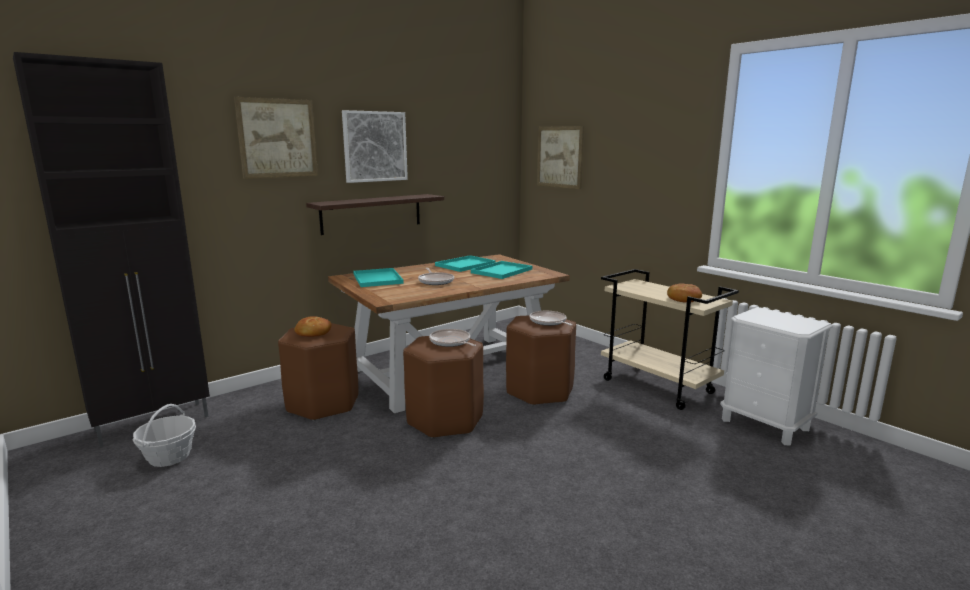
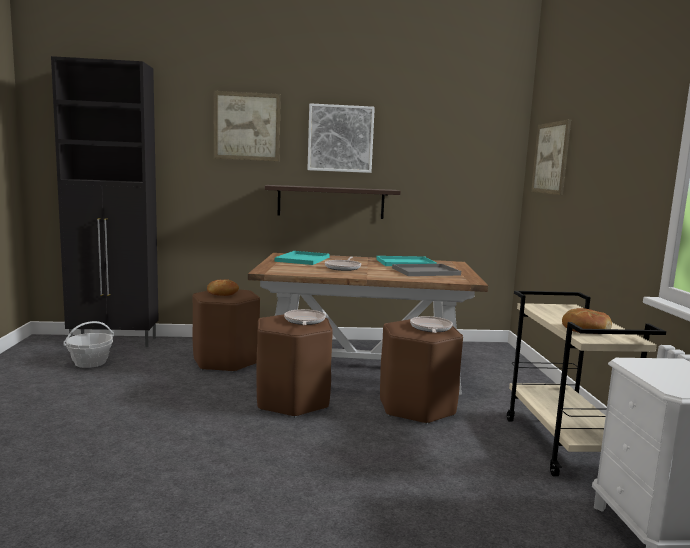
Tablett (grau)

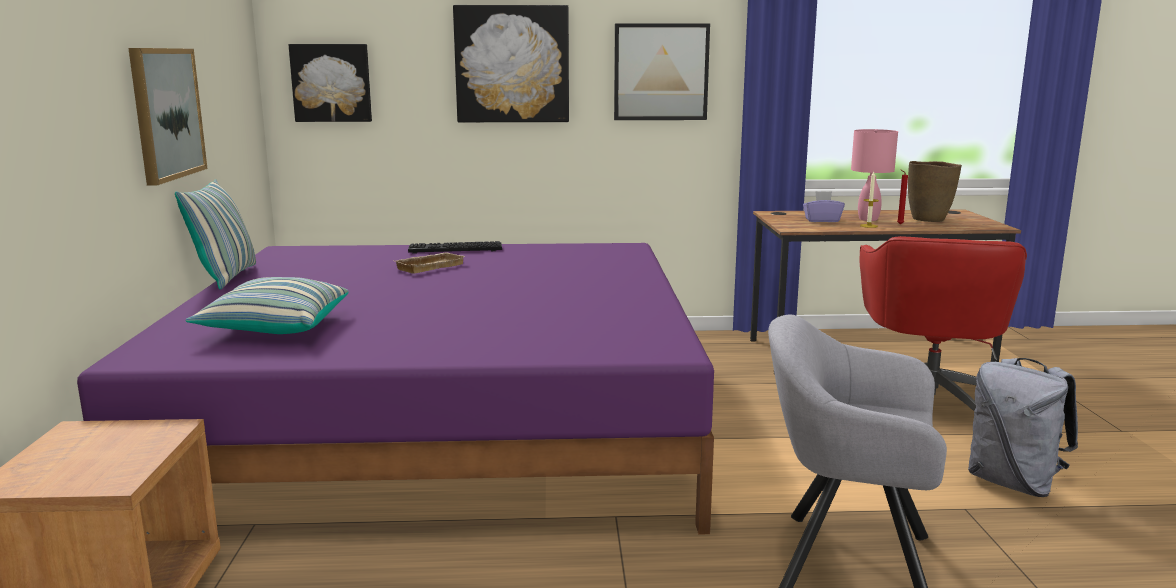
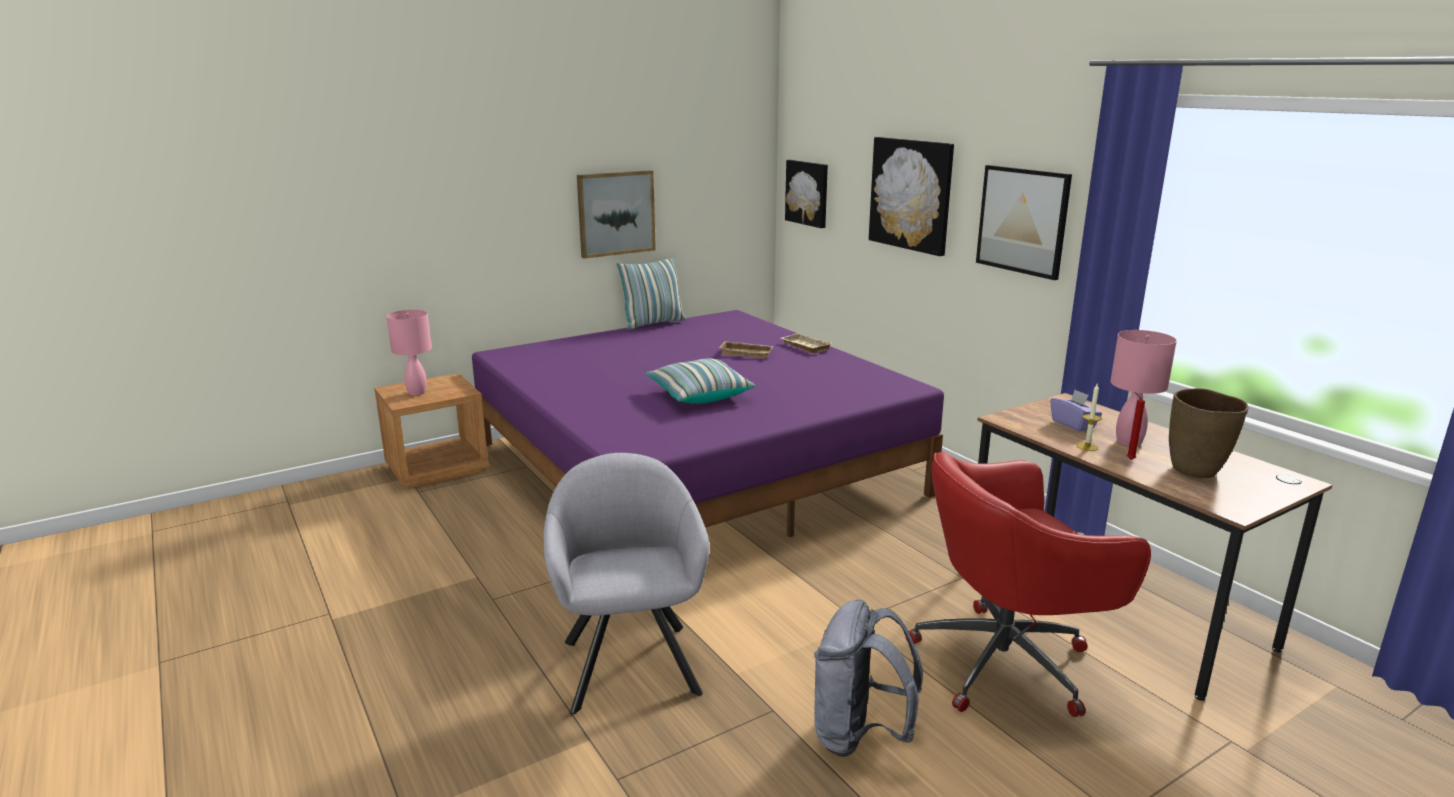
Tischlampe (rosa) (1st from left); Kissen (2nd from left); Tablett (beige) (2nd from left)

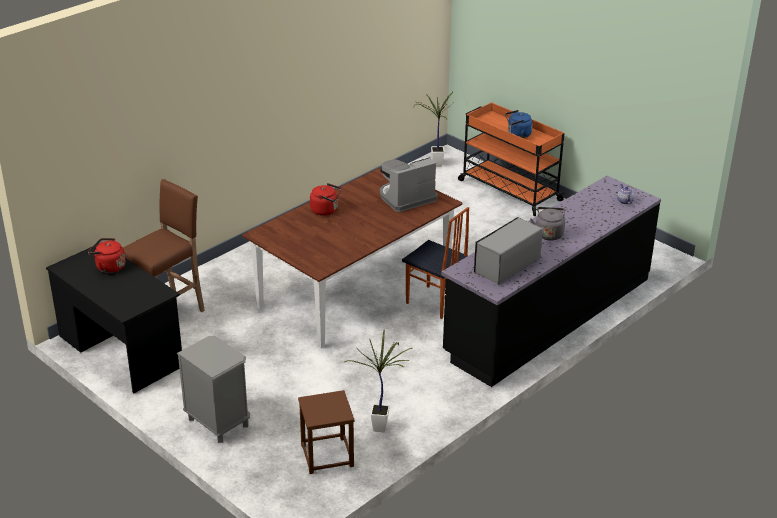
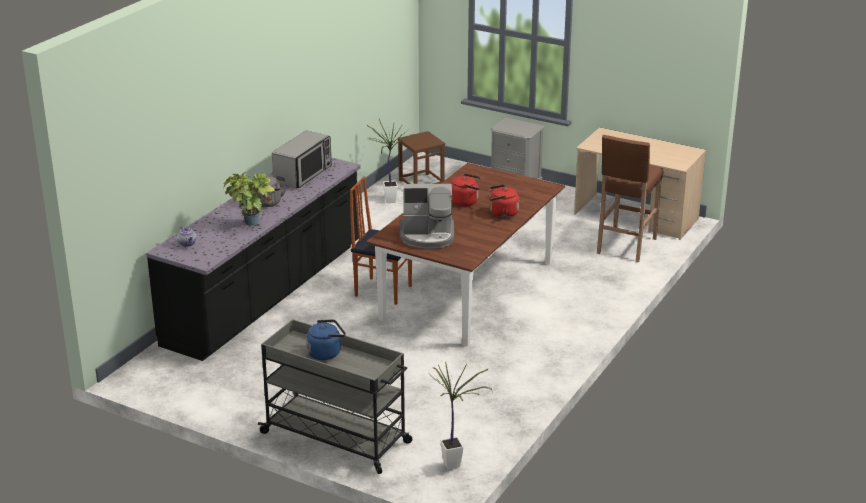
Topfpflanze (1st from left); Rollwagen (grau); Kaffeemaschine; Wasserkessel (rot) (1st from left); Schreibtisch (beige)

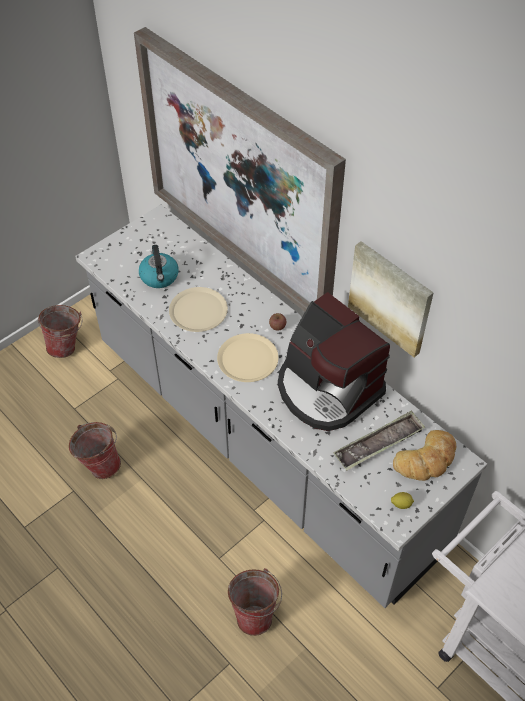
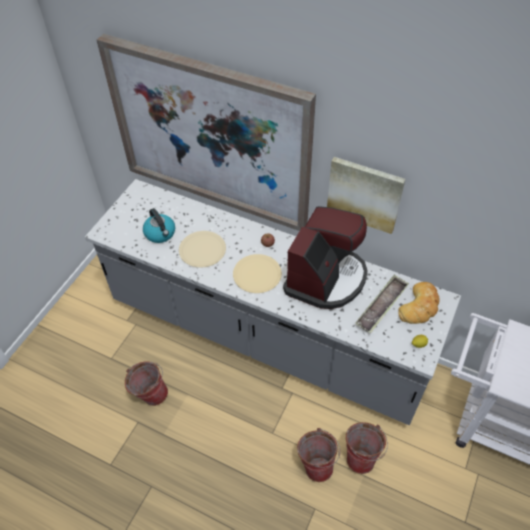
Kaffeemaschine; Eimer (3rd from left)

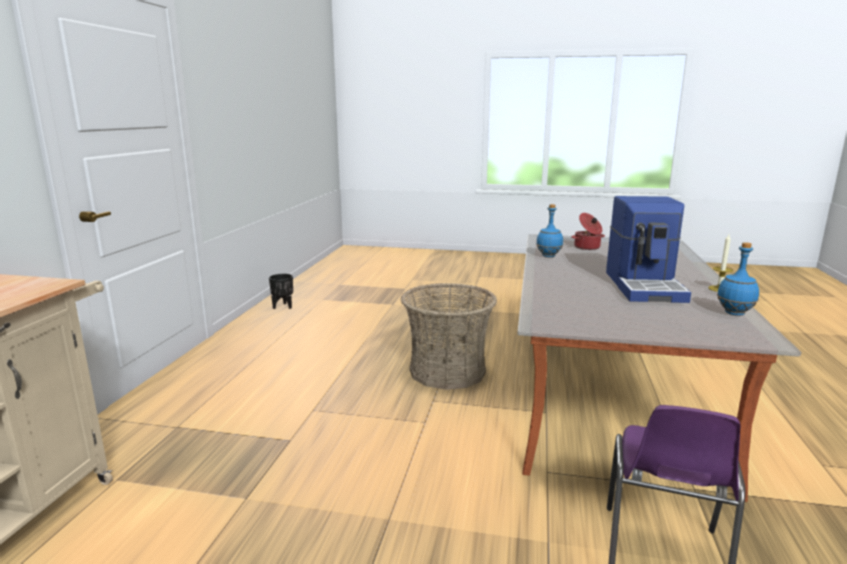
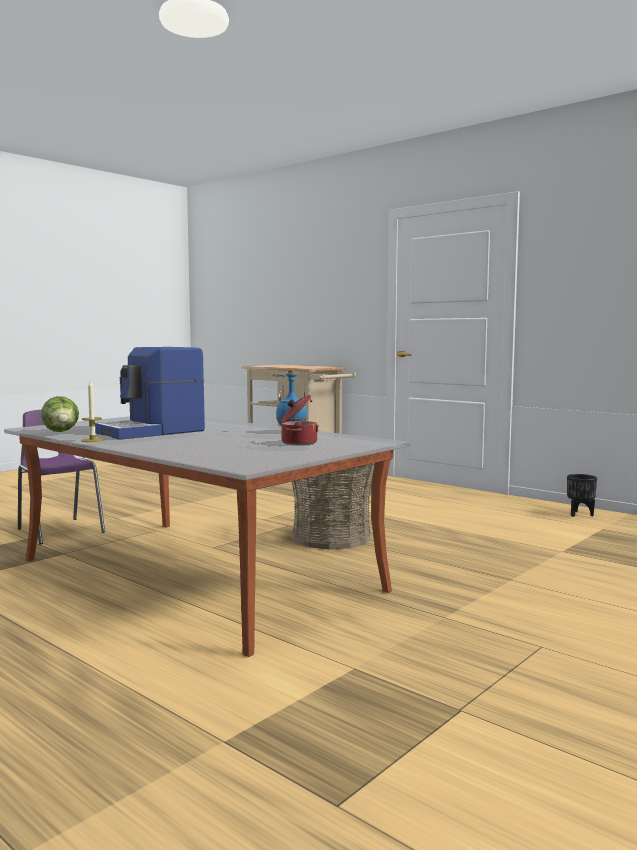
Salatkopf; Kaffeemaschine

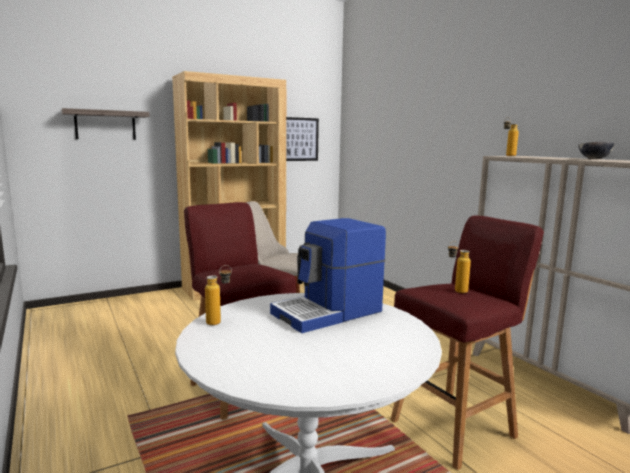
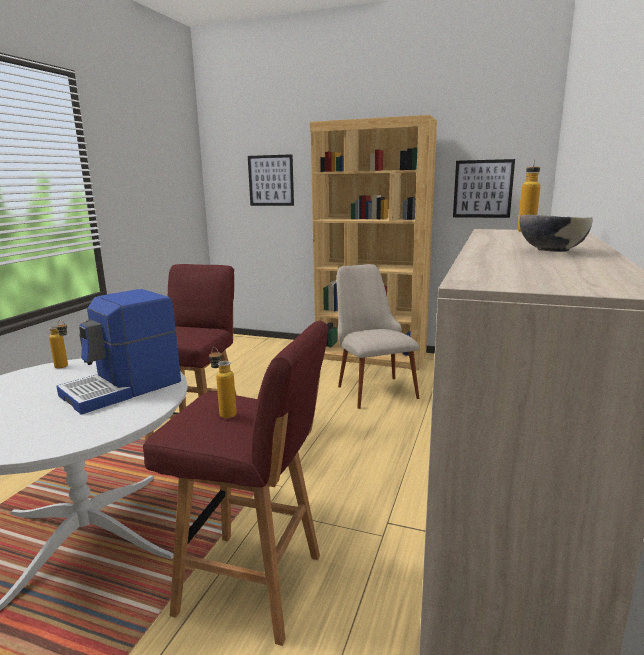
Kaffeemaschine; Bild (1st from left)

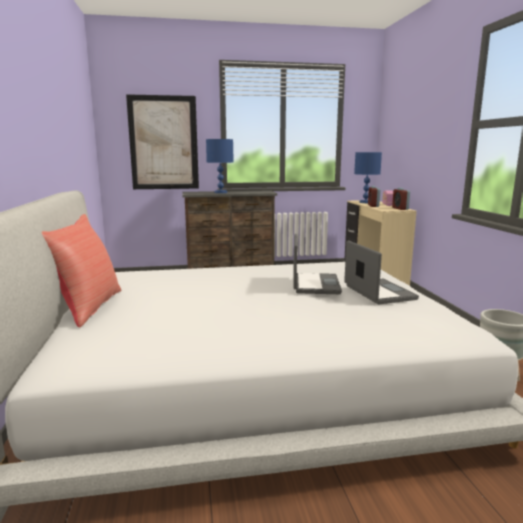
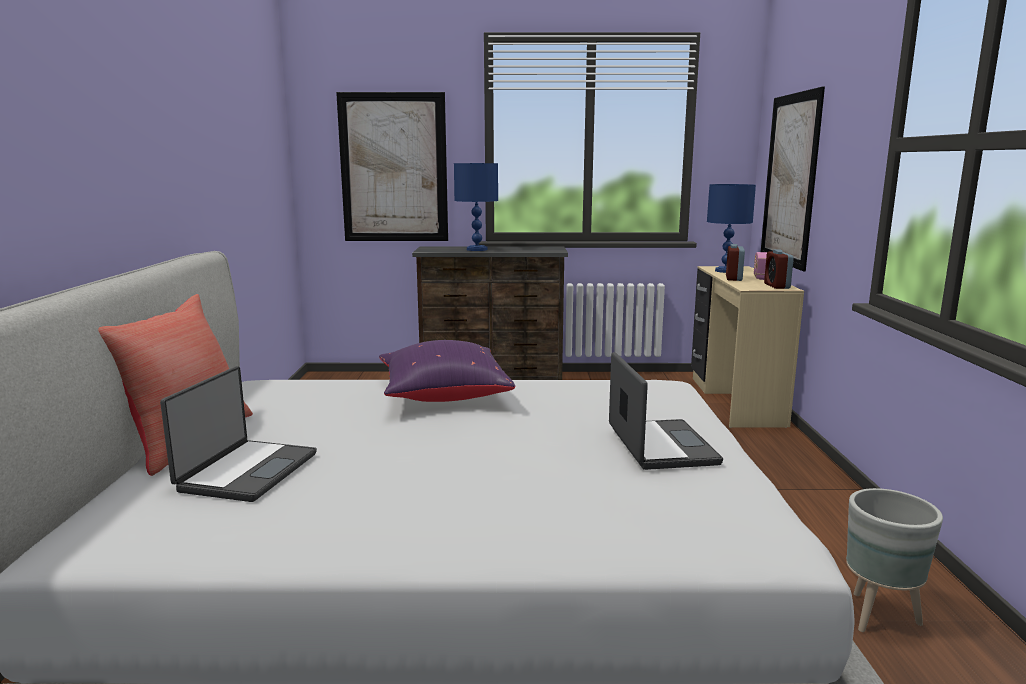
Laptop (1st from left); Kissen (lila); Bild (2nd from left)

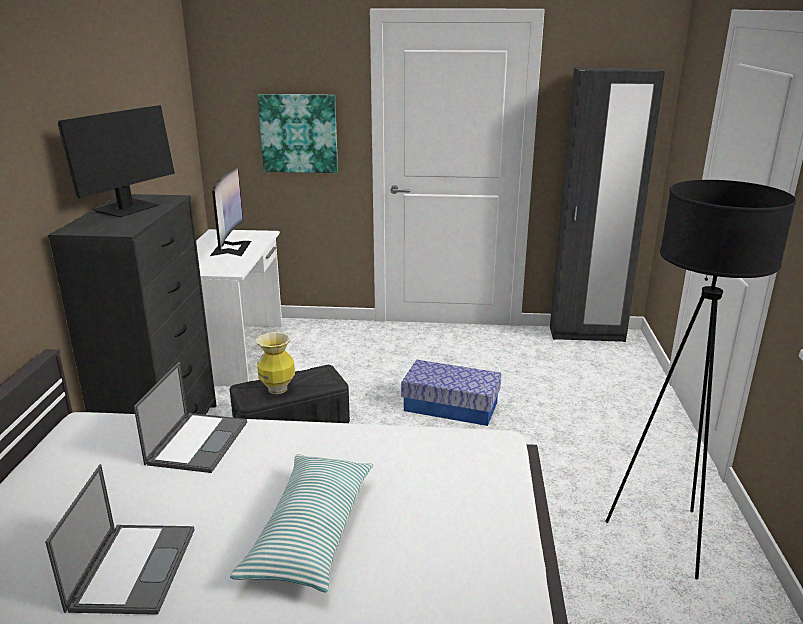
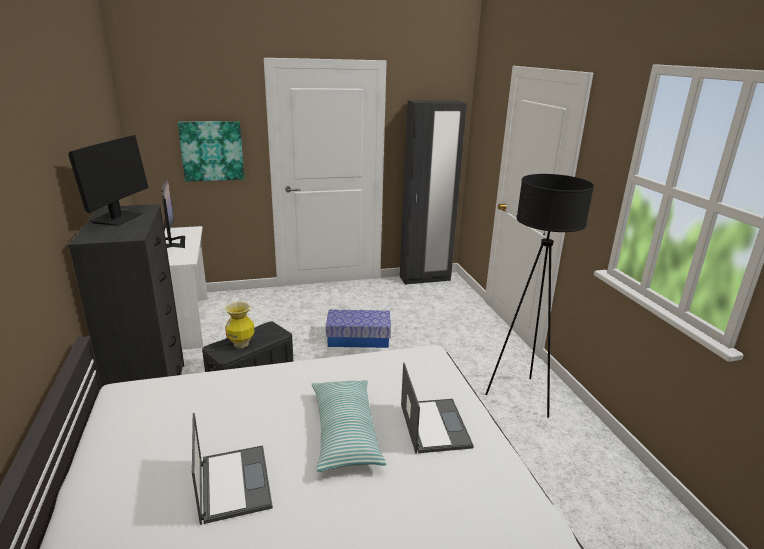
Laptop (2nd from left)

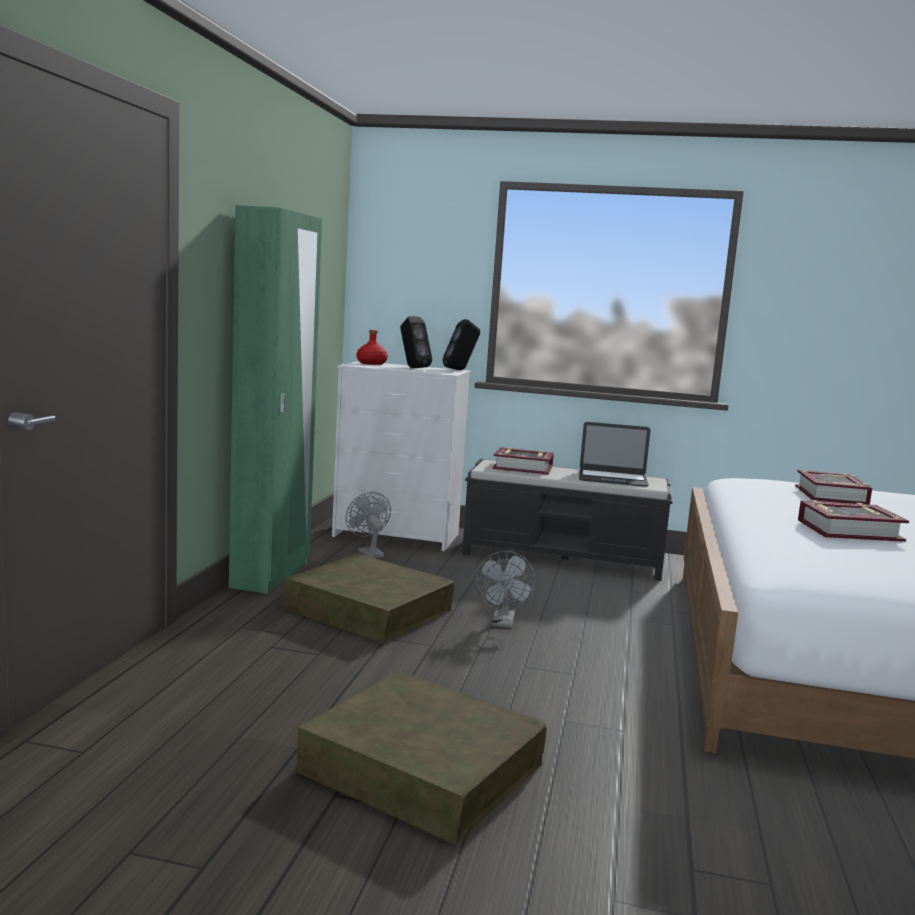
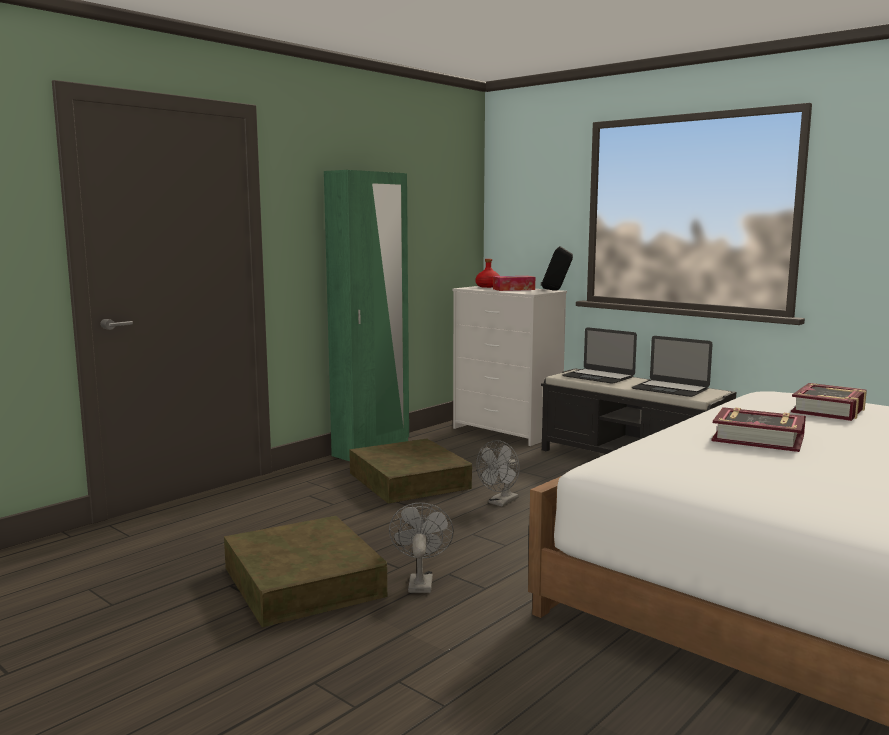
Ventilator (grau) (1st from left); Taschentuchbox; Laptop (1st from left)

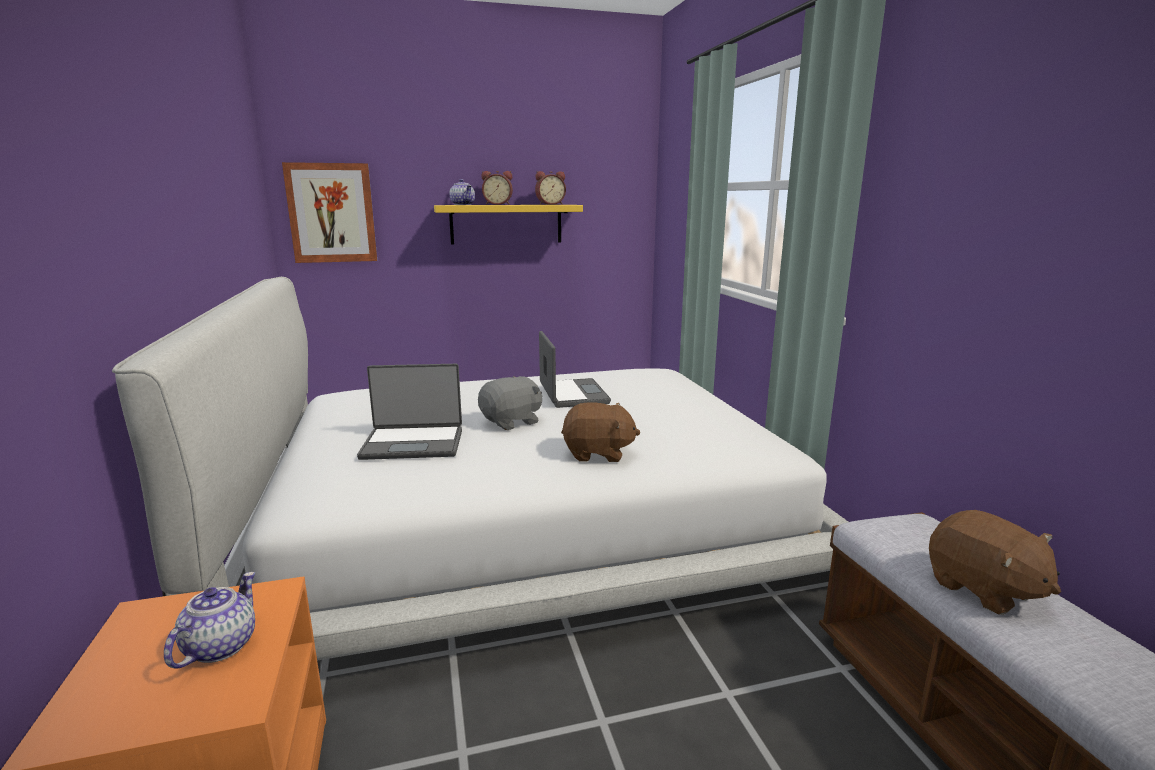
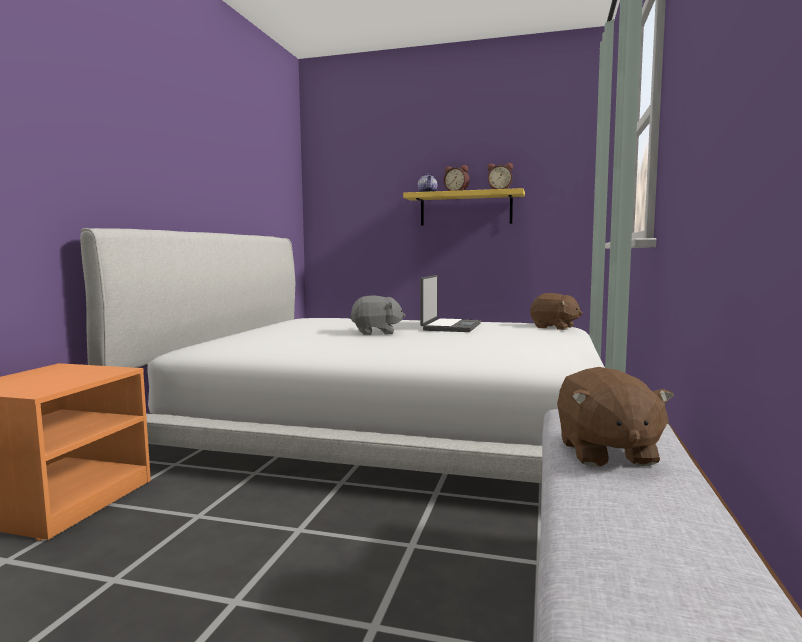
Plüschtier (braun) (1st from left); Teekanne (1st from left in the first image); Bild; Laptop (1st from left in the first image)

